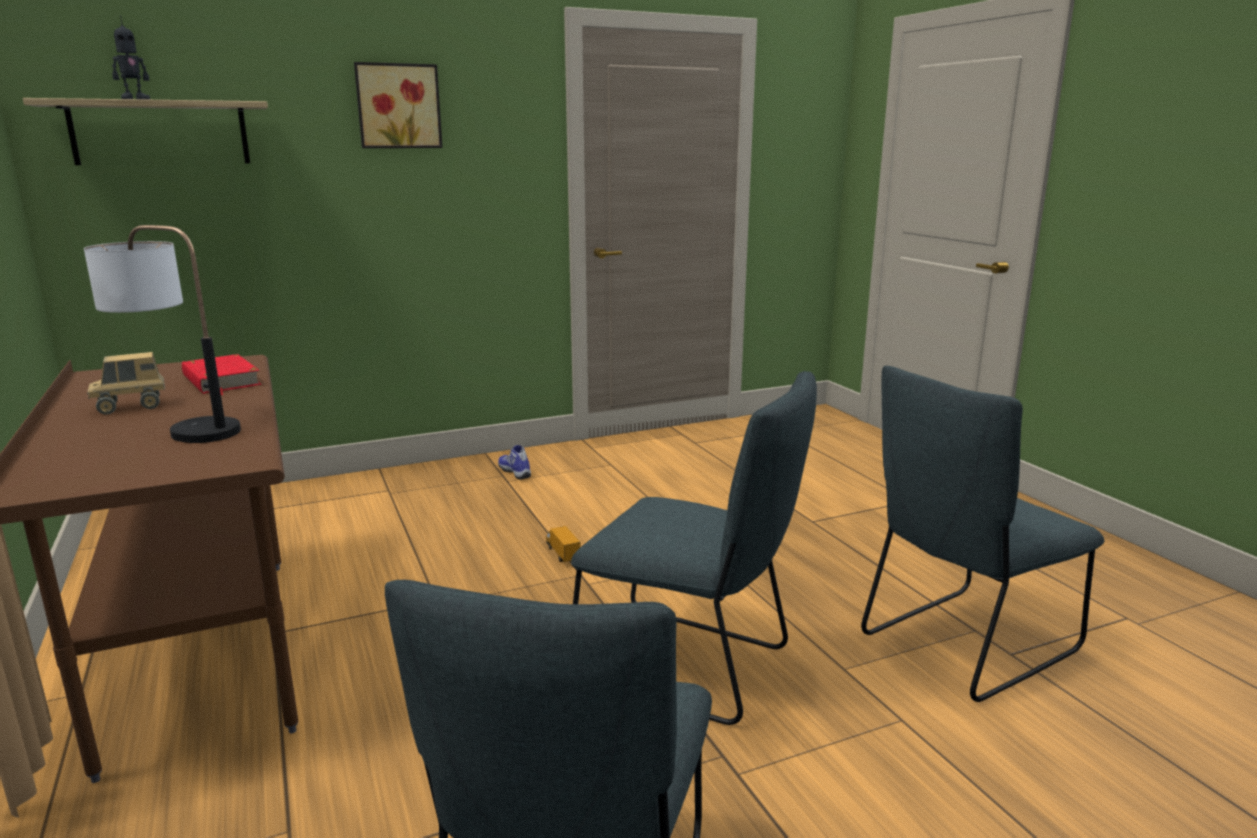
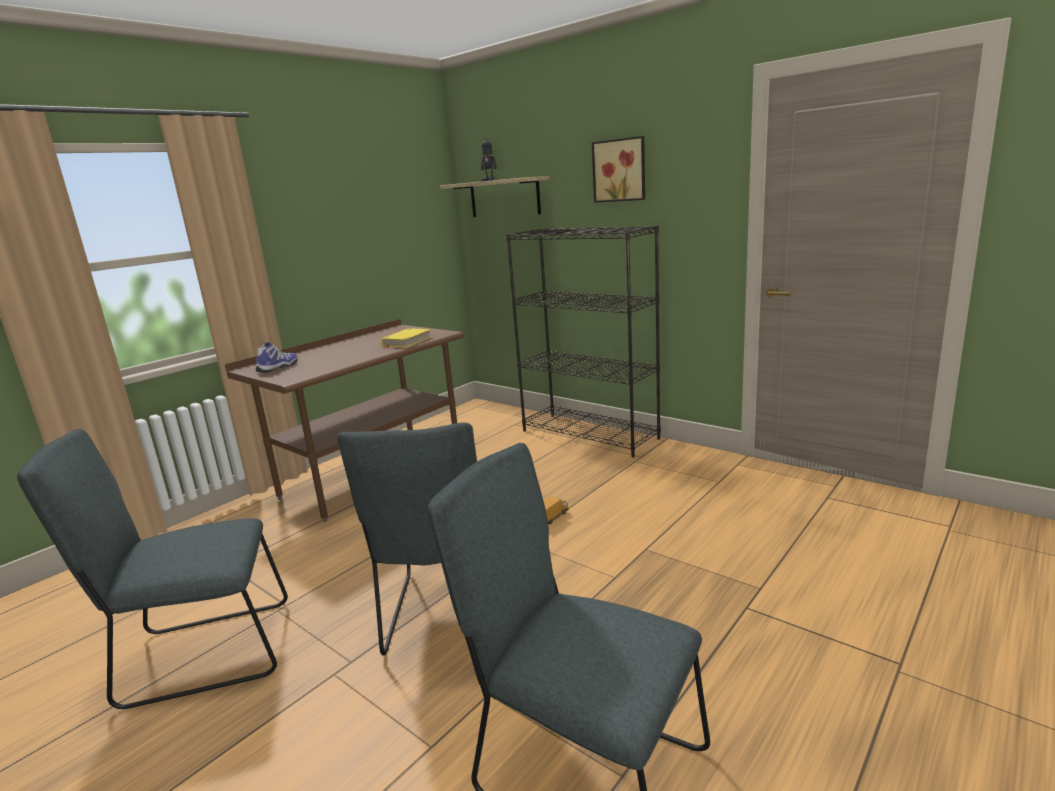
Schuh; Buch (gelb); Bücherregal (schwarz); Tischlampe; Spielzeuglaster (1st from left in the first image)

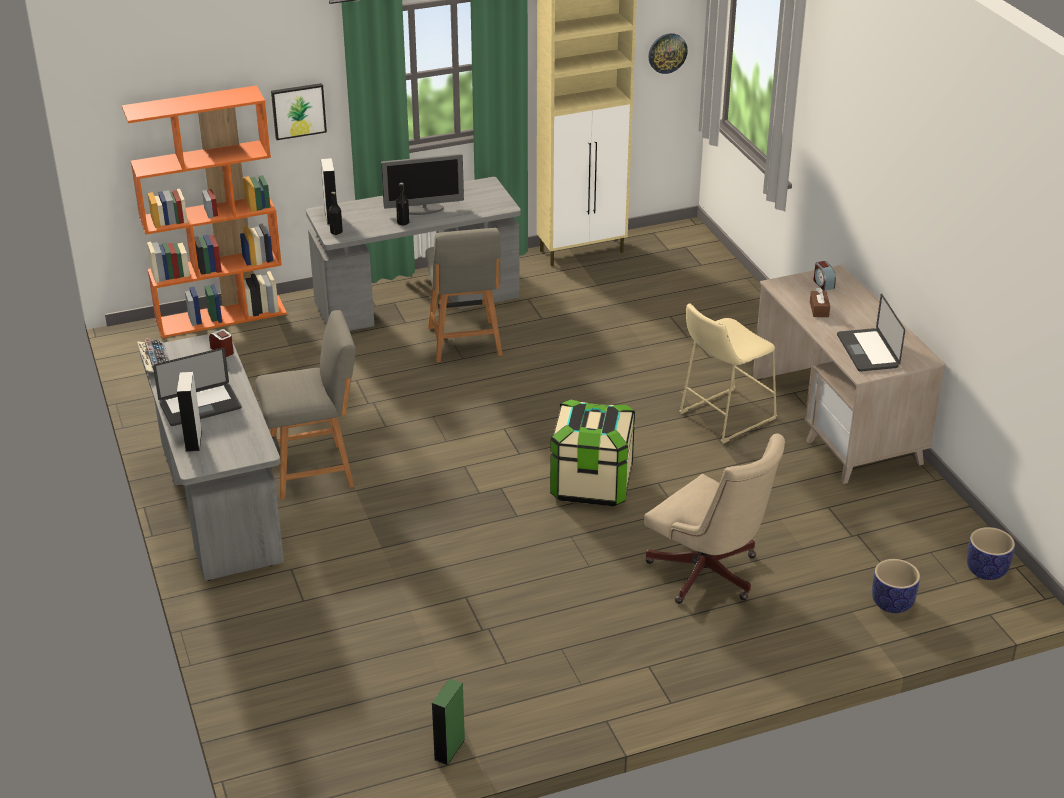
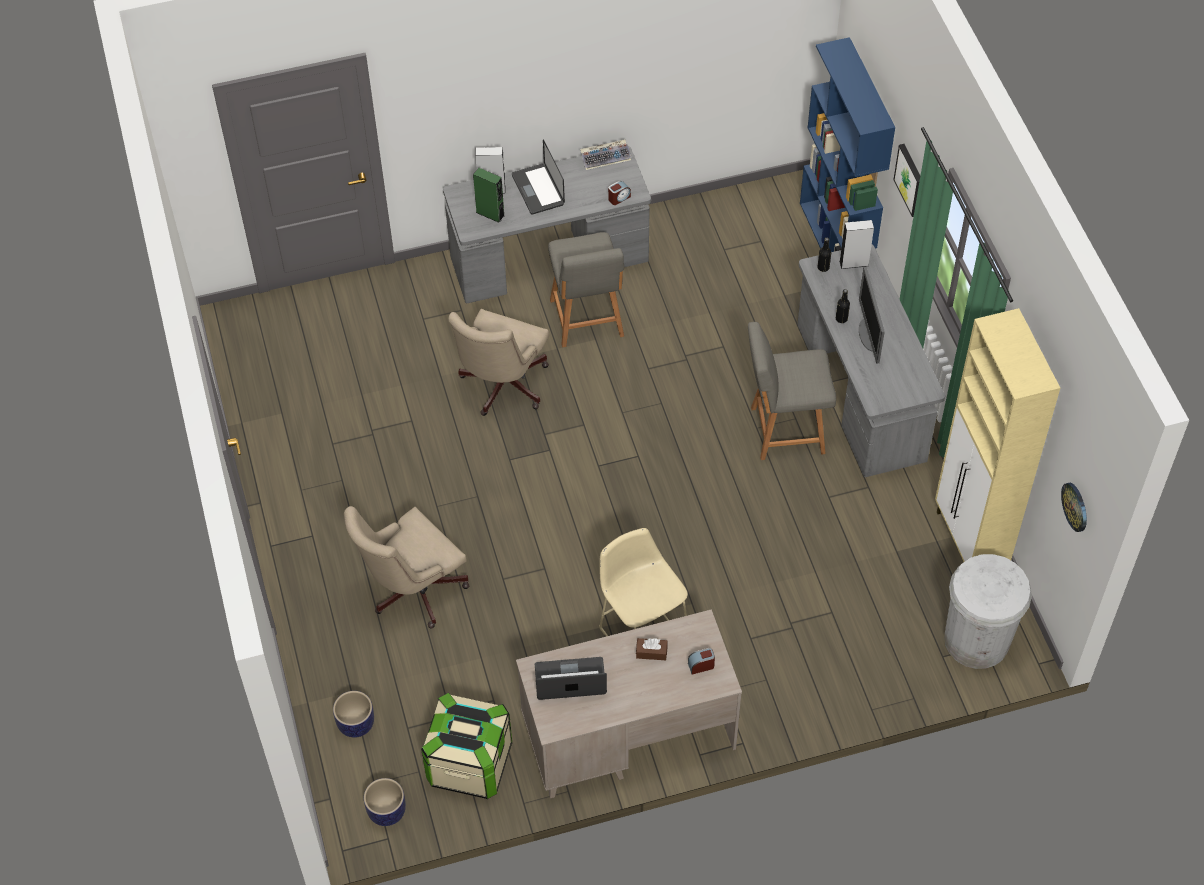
Aufbewahrungsbox; Bürostuhl (beige) (2nd from left); Lautsprecher (grün); Bücherregal (blau); Mülleimer (weiß)

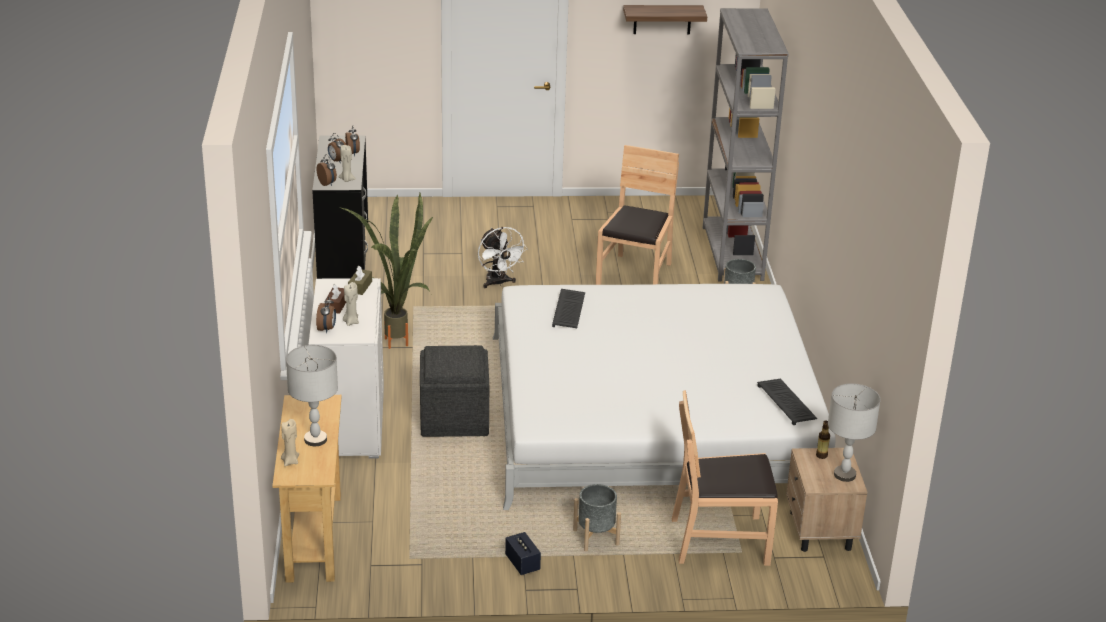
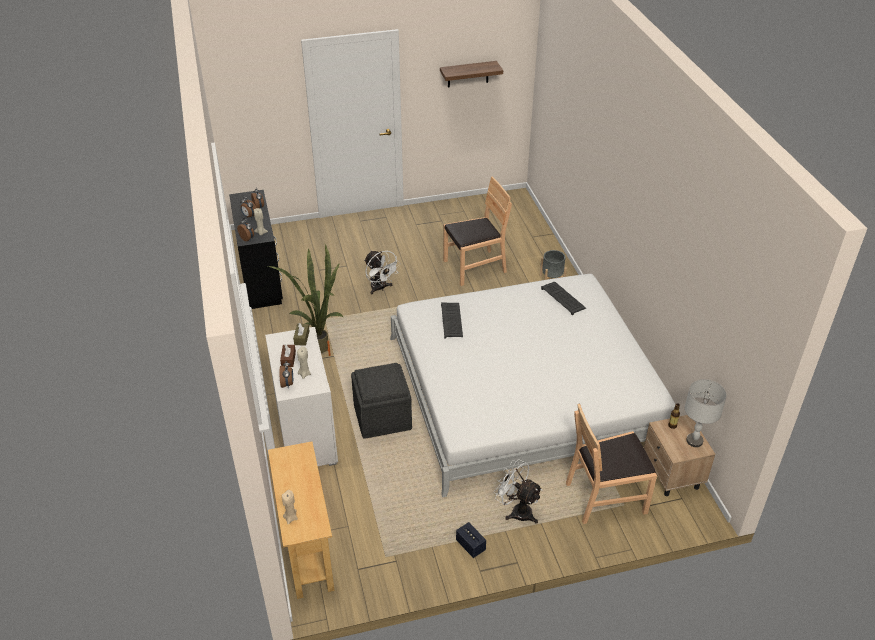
Stuhl (braun) (1st from left); Ventilator (weiß) (2nd from left); Tastatur (2nd from left); Tischlampe (grau) (1st from left in the first image); Bücherregal (grau)

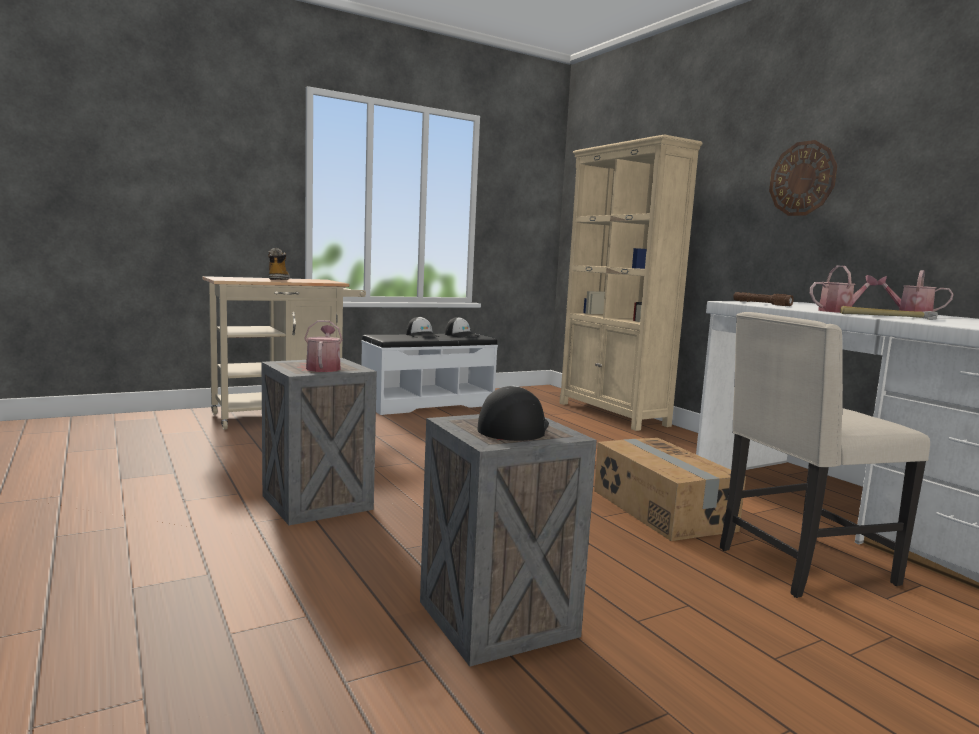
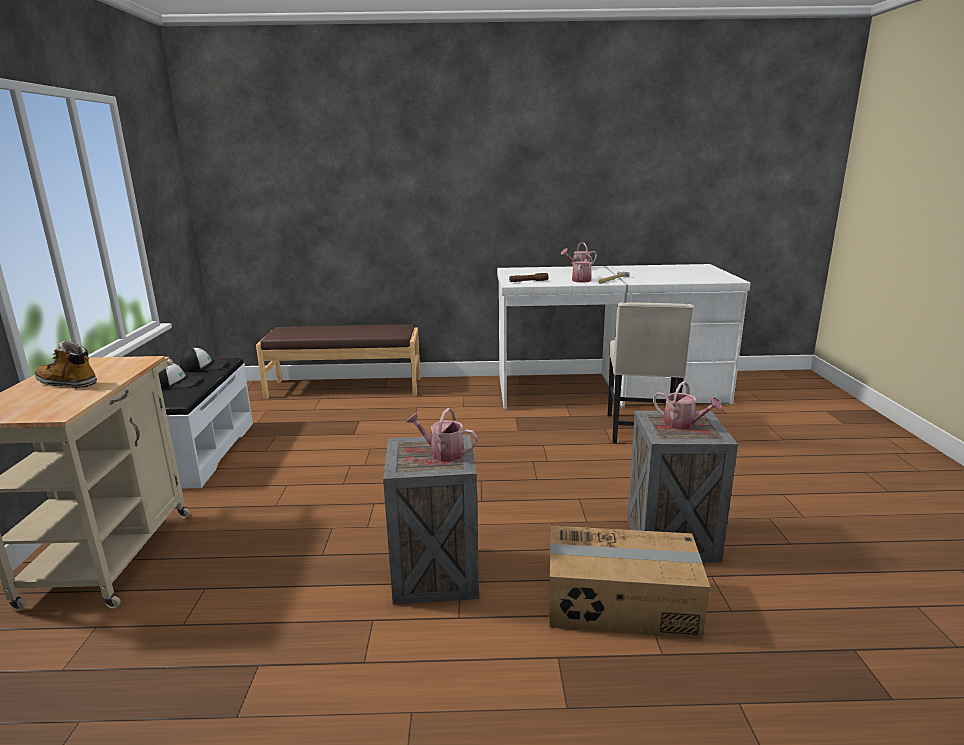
Bank (braun); Karton; Gießkanne (4th from left); Wanduhr

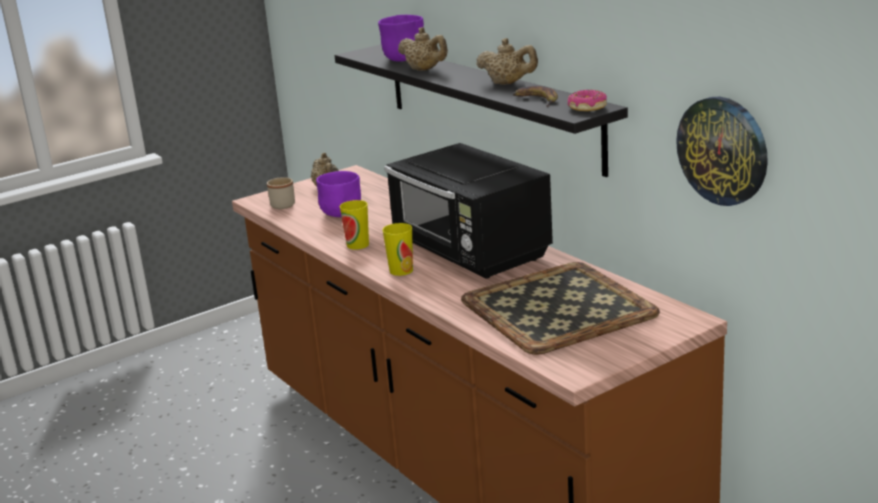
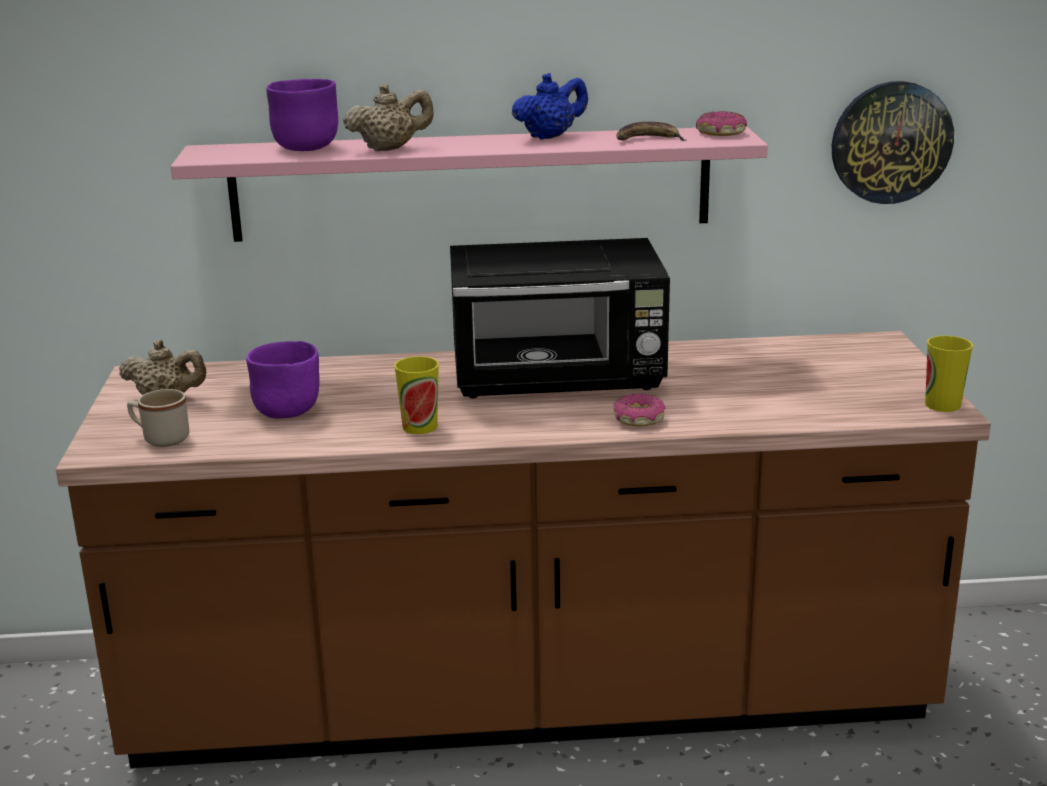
Wandregal (rosa); Teekanne (blau); Donut (1st from left); Tasse (2nd from left); Tablett

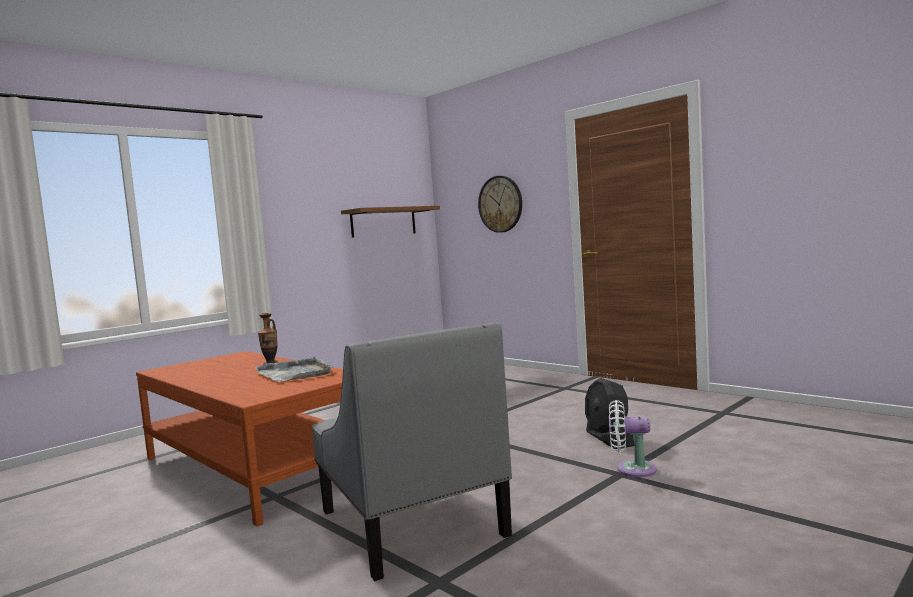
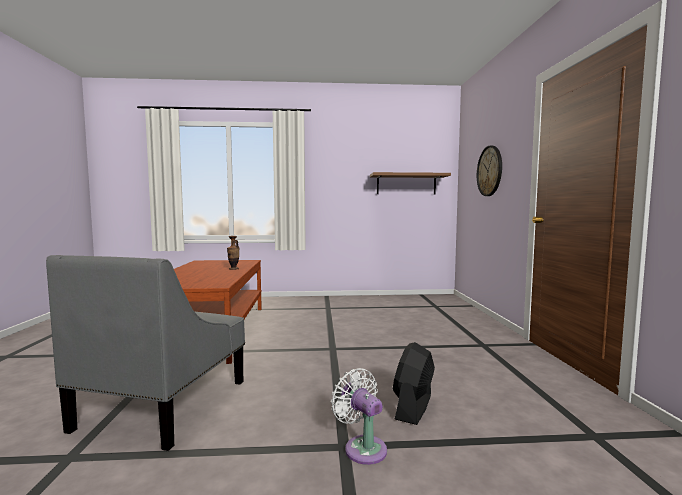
Tablett (grau)

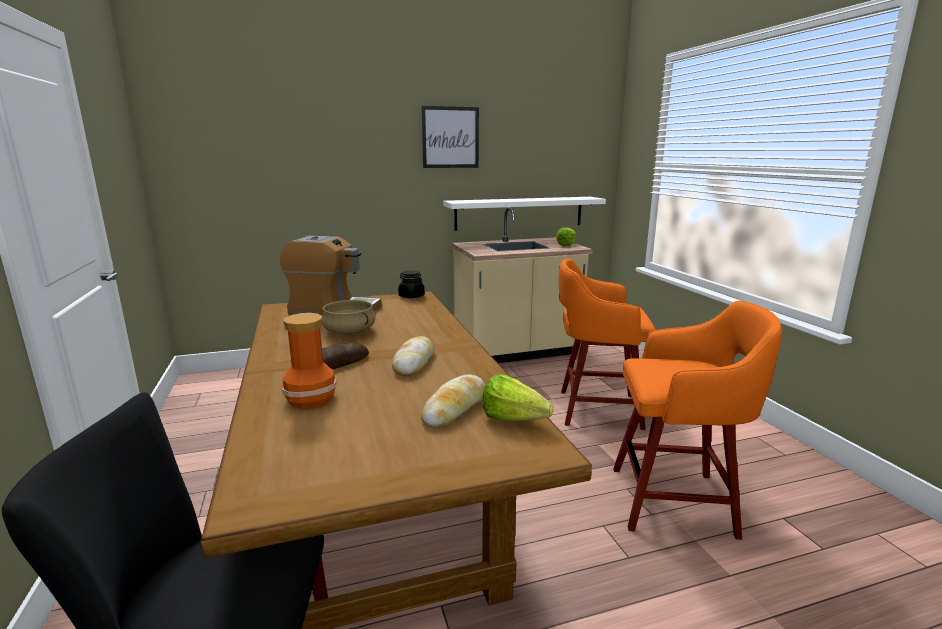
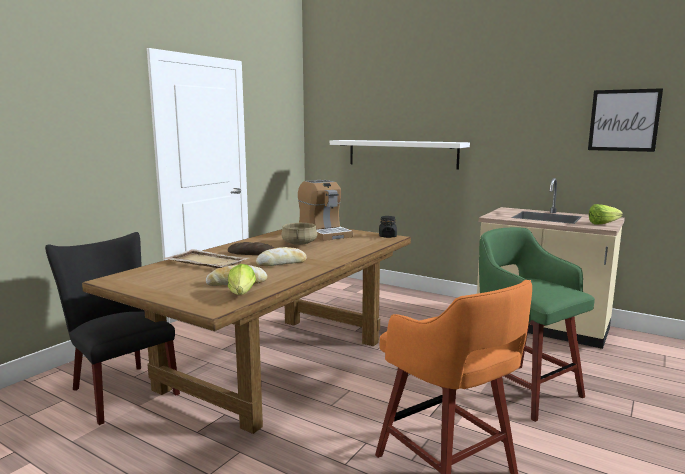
Tablett (beige); Wandregal (weiß); Hocker (grün); Bild

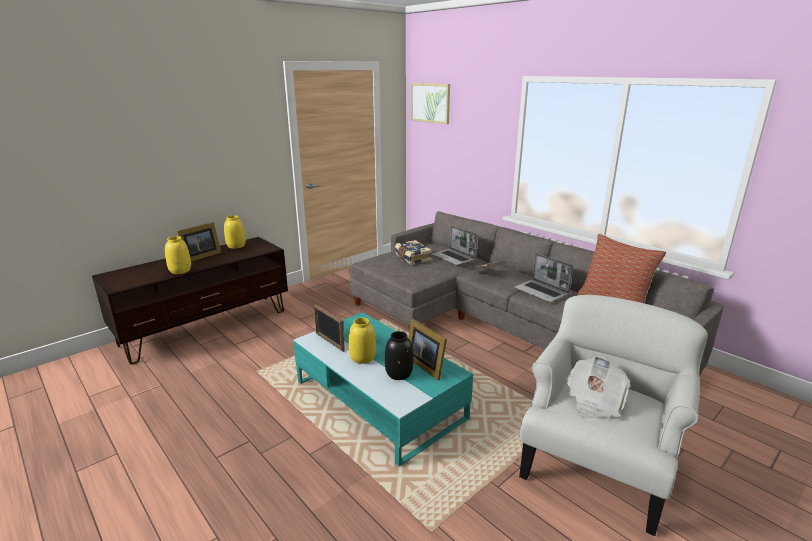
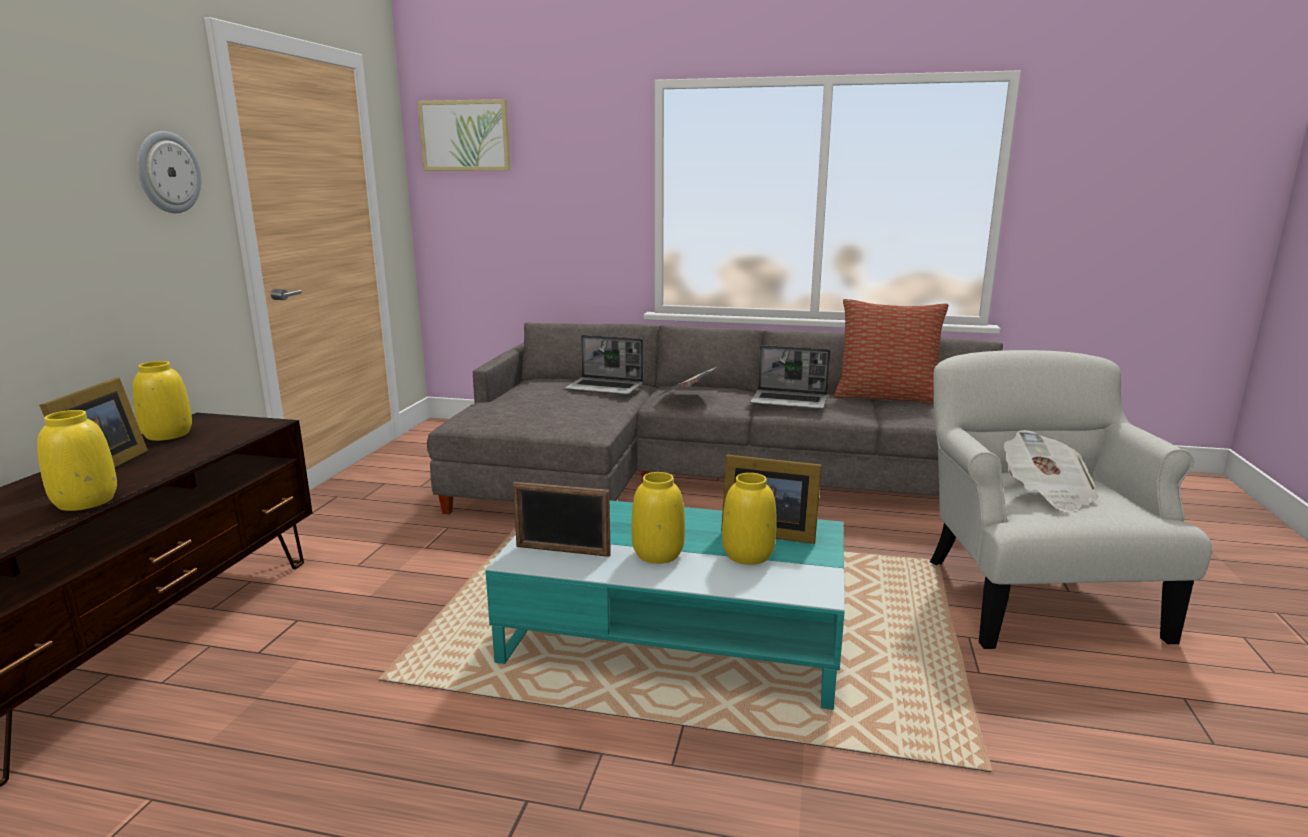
Wanduhr; Vase (gelb) (4th from left); Buch

